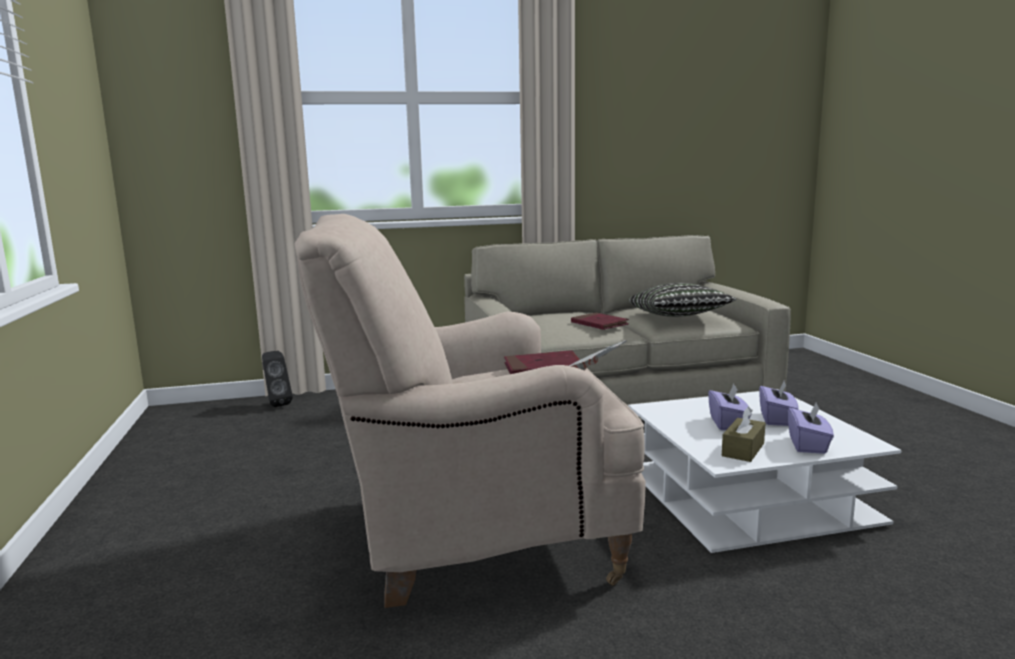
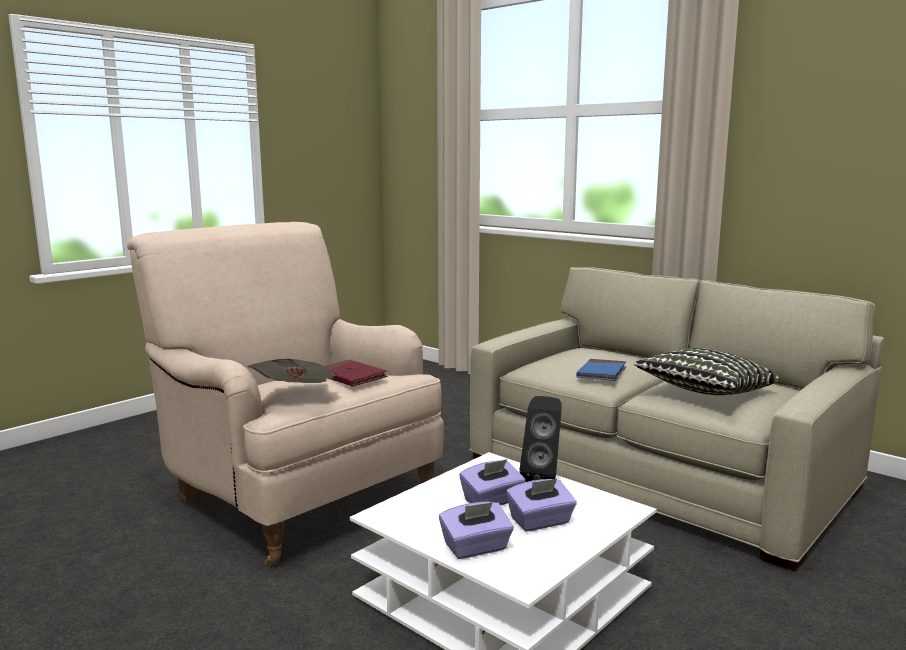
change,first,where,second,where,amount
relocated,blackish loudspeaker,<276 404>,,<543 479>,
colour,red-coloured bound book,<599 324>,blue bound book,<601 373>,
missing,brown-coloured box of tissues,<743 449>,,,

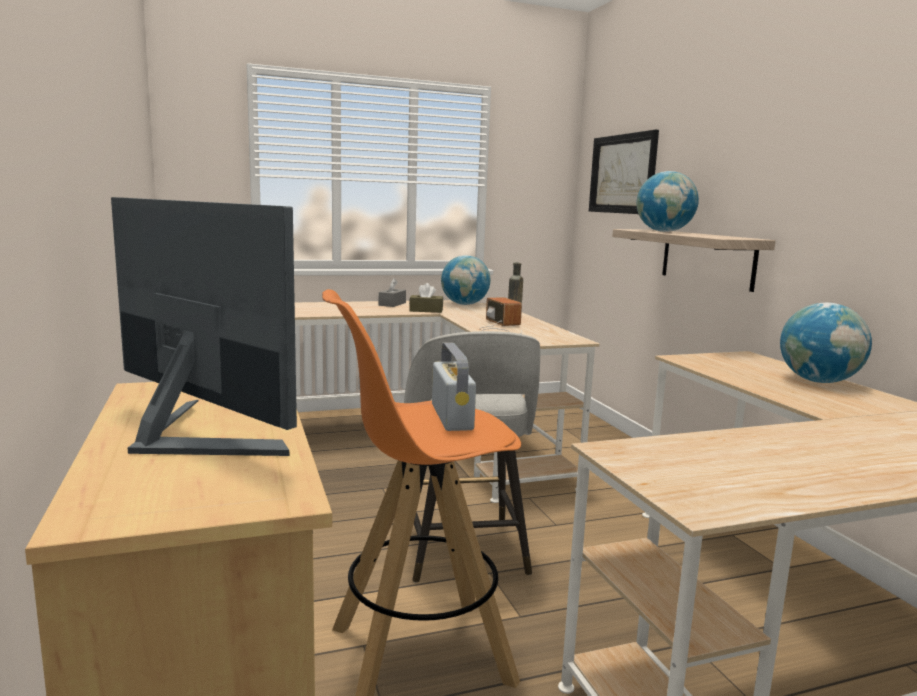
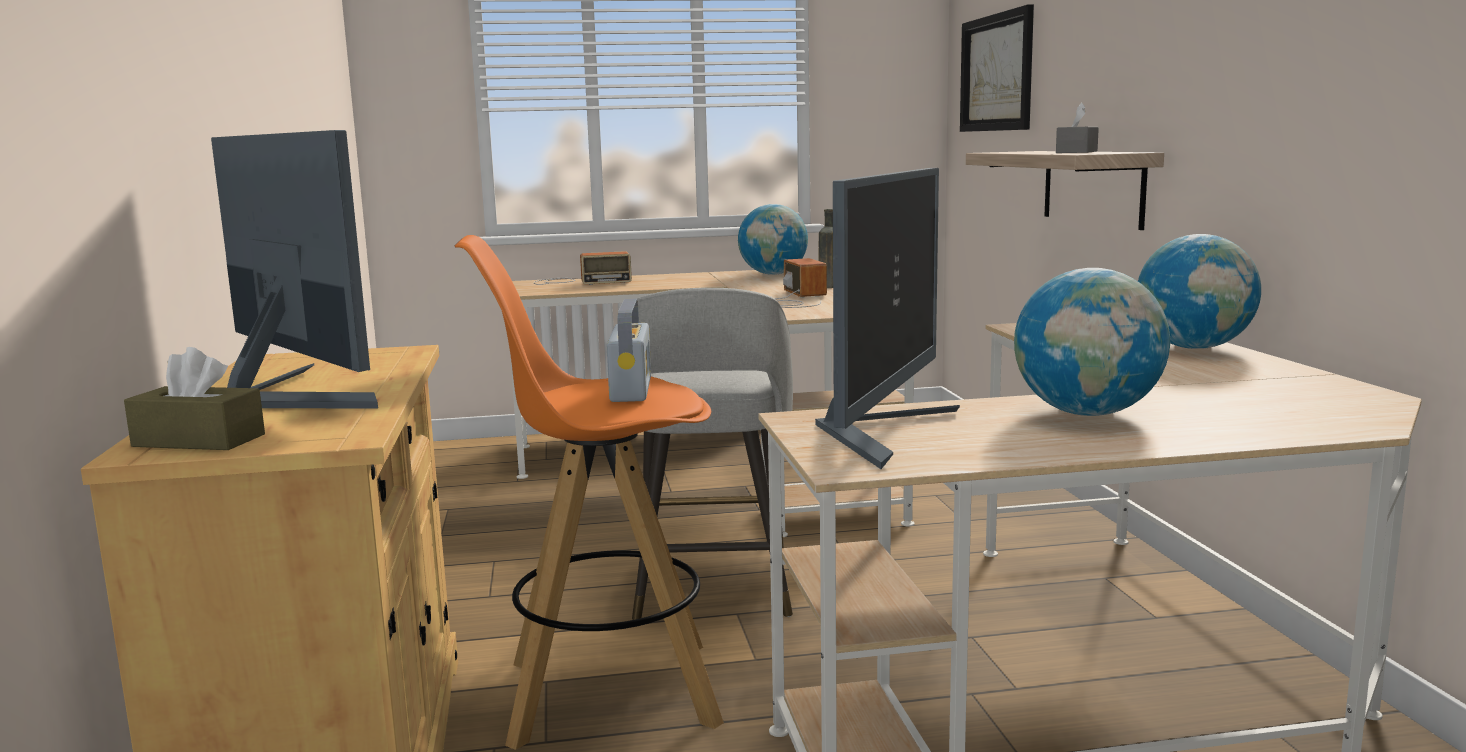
change,first,where,second,where,amount
relocated,gray box of tissues,<392 304>,,<1076 152>,
relocated,brown-coloured box of tissues,<426 310>,,<199 440>,
relocated,world globe,<664 231>,,<1087 413>,
appeared,,,radio,<579 282>,
appeared,,,computer display,<879 431>,

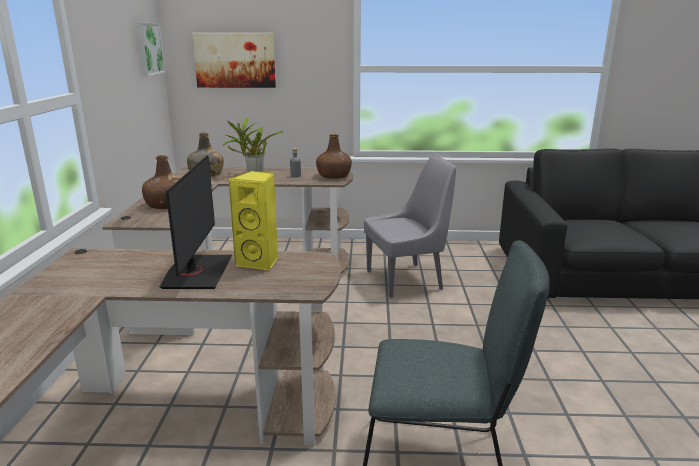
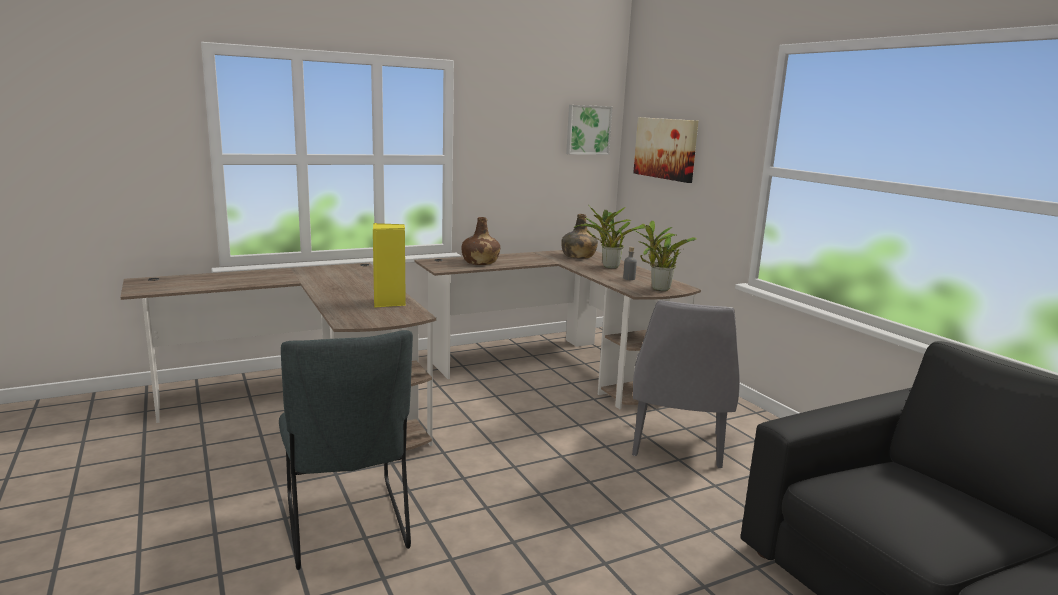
change,first,where,second,where,amount
missing,computer display,<197 272>,,,
exchanged,brown-coloured drink bottle,<334 176>,houseplant,<658 289>,
spun,gray upright chair,<407 279>,,<677 446>,60 degrees clockwise

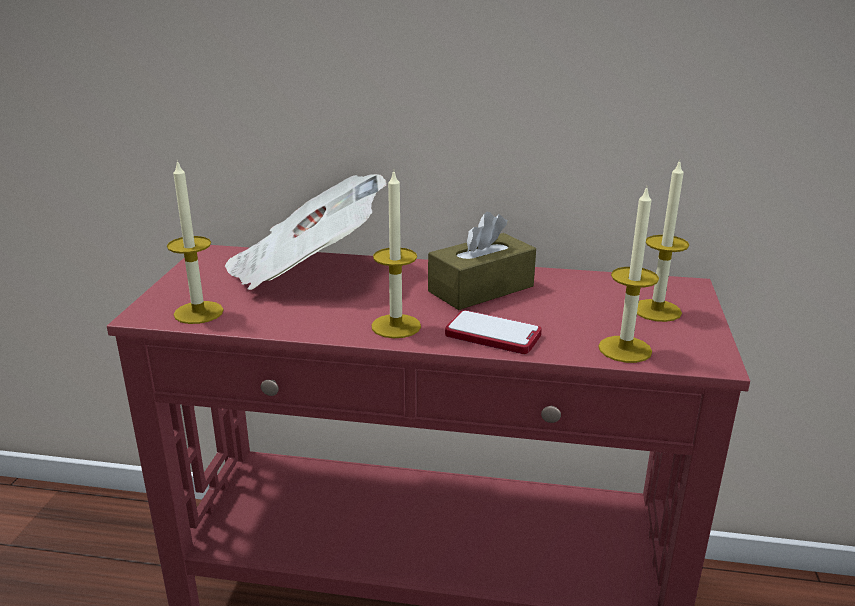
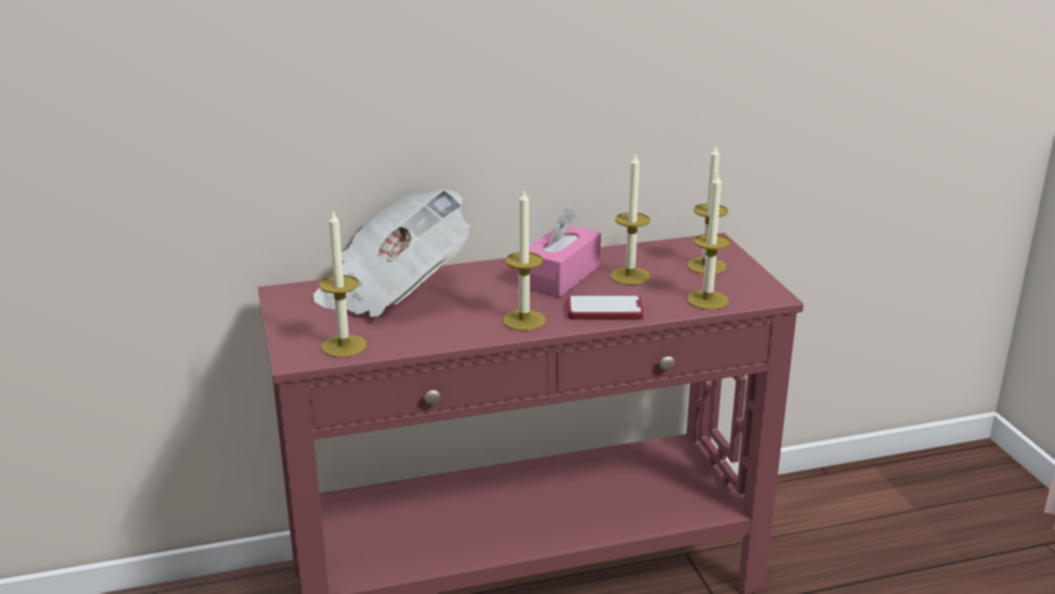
change,first,where,second,where,amount
colour,brown-coloured box of tissues,<481 289>,pinkish box of tissues,<560 276>,
appeared,,,wax candle,<630 276>,

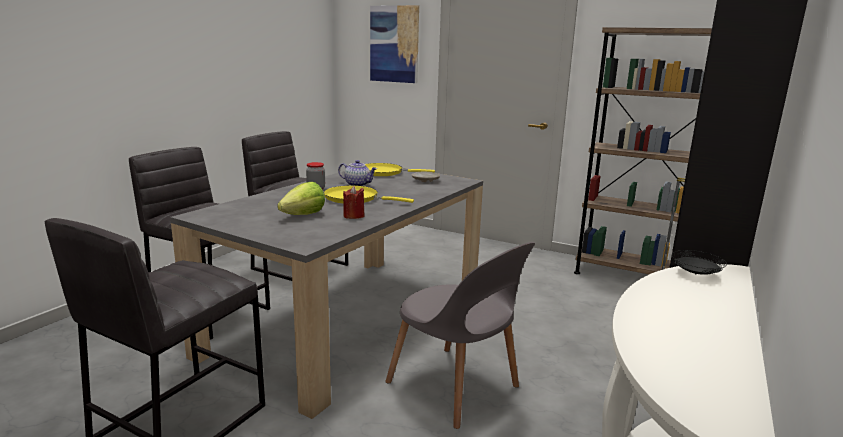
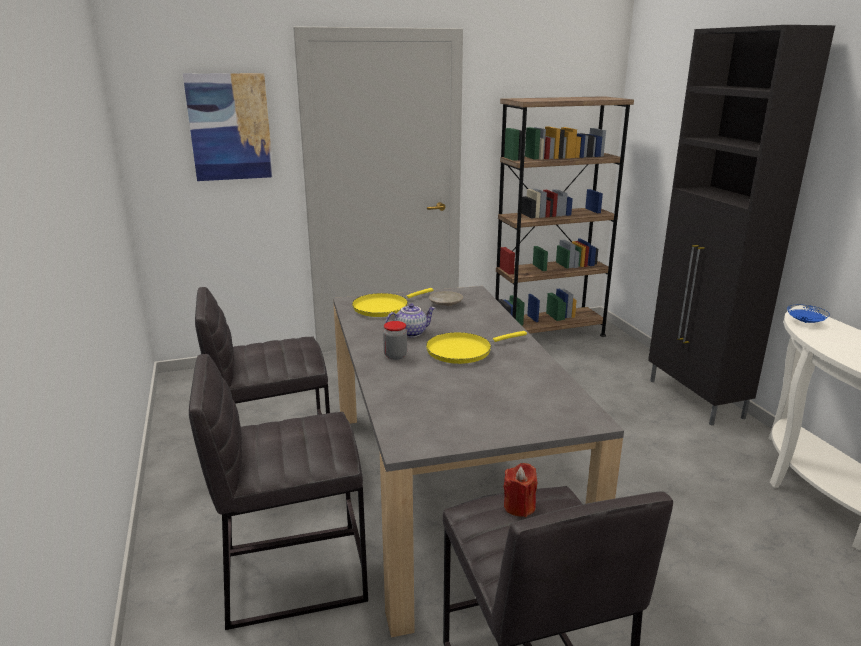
change,first,where,second,where,amount
missing,head of lettuce,<303 215>,,,
relocated,red-coloured wax candle,<353 216>,,<519 506>,
missing,gray upright chair,<456 387>,,,
colour,blackish flat dish,<695 274>,blue flat dish,<805 323>,

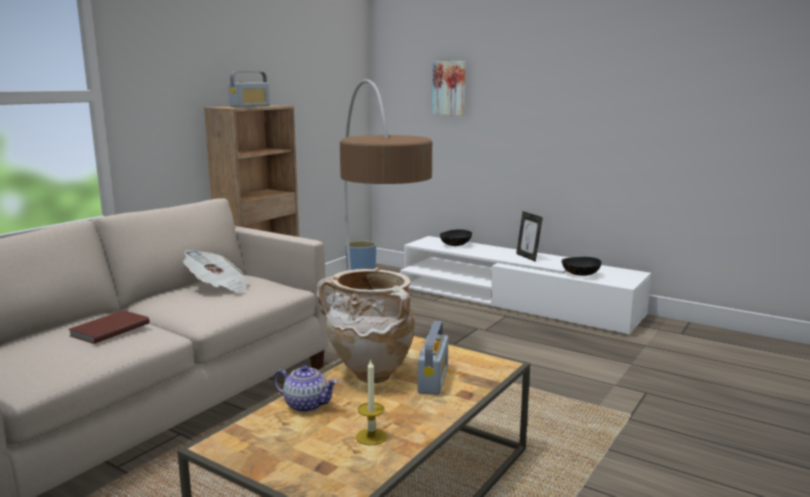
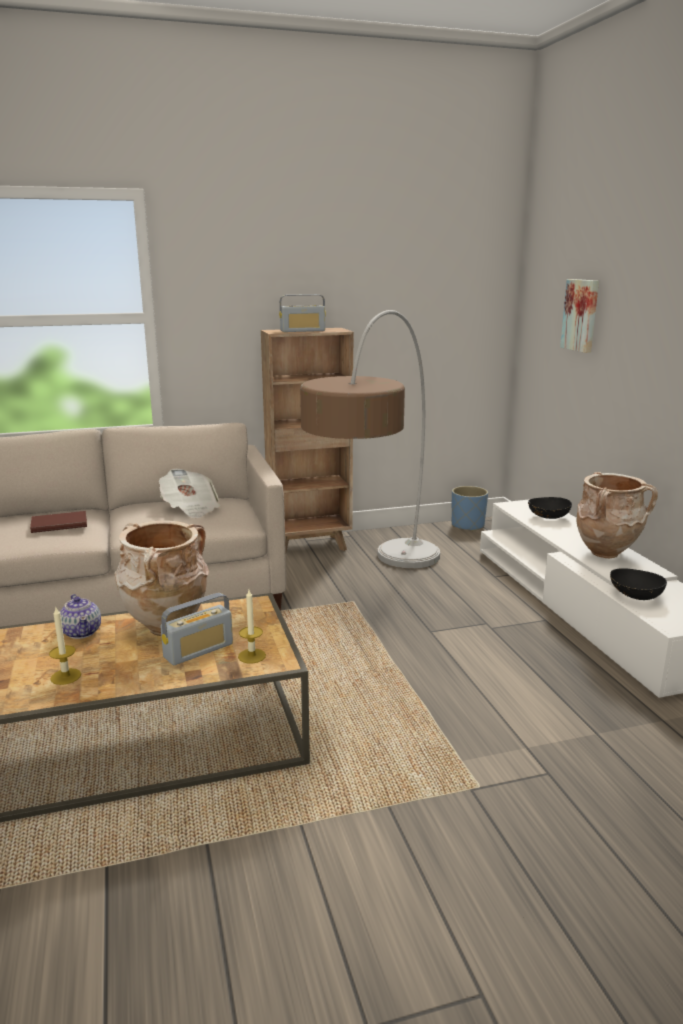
change,first,where,second,where,amount
exchanged,picture frame,<528 257>,beige vase,<606 554>,
appeared,,,wax candle,<252 656>,

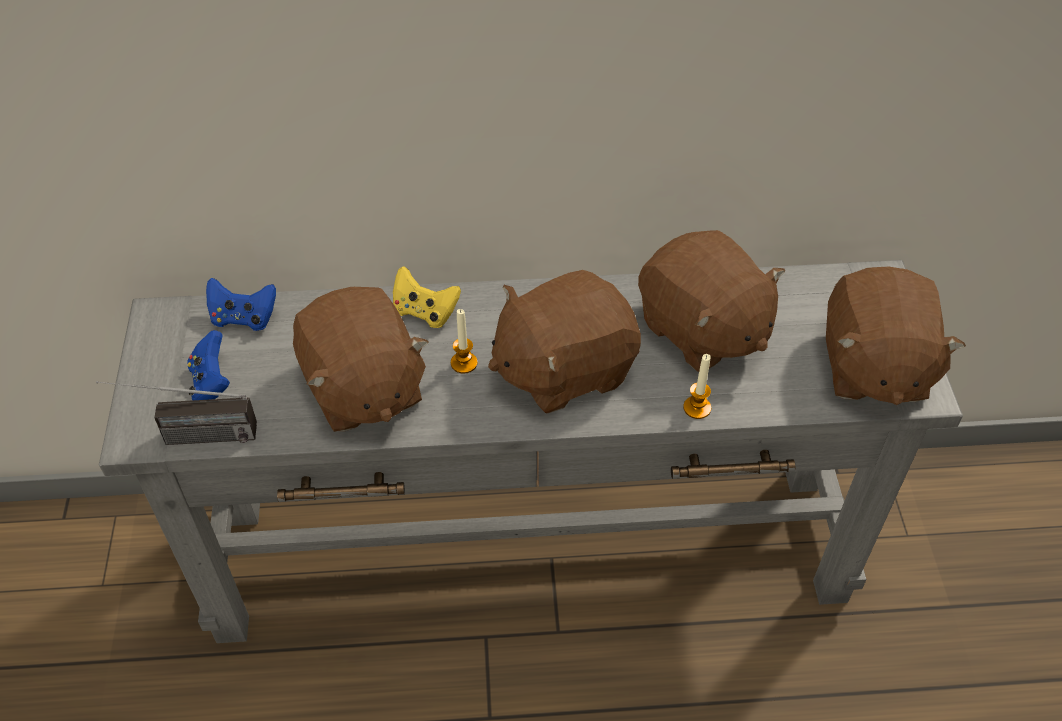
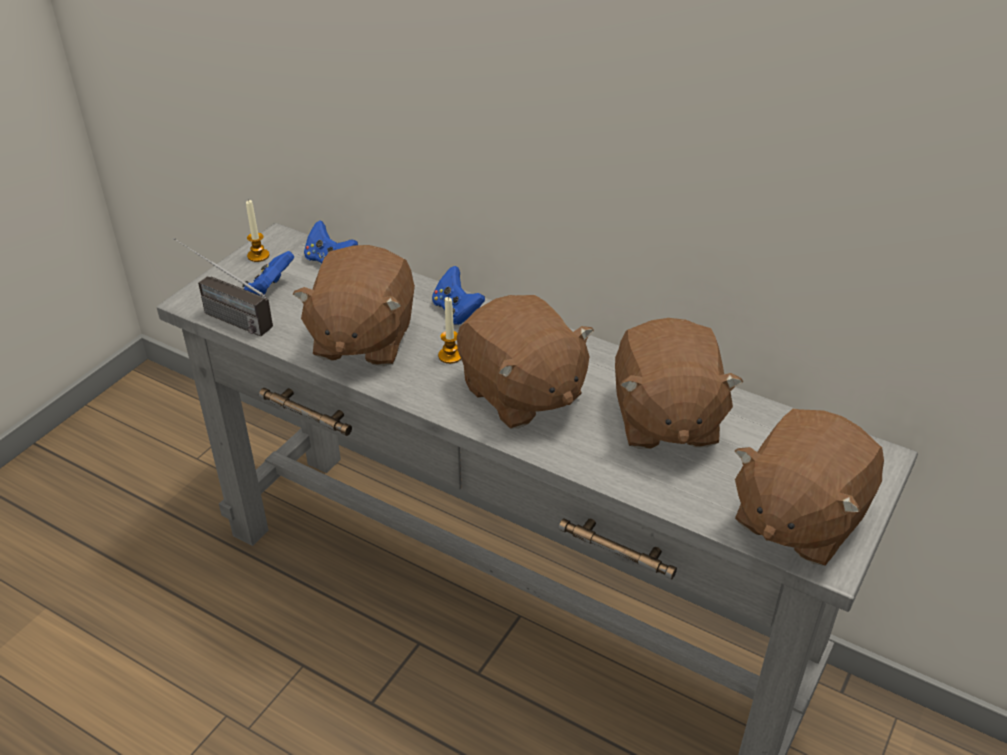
change,first,where,second,where,amount
colour,yellow gamepad,<425 312>,blue gamepad,<456 311>,
spun,brown-coloured plush toy,<563 369>,,<521 394>,135 degrees counterclockwise
relocated,wax candle,<697 408>,,<258 256>,

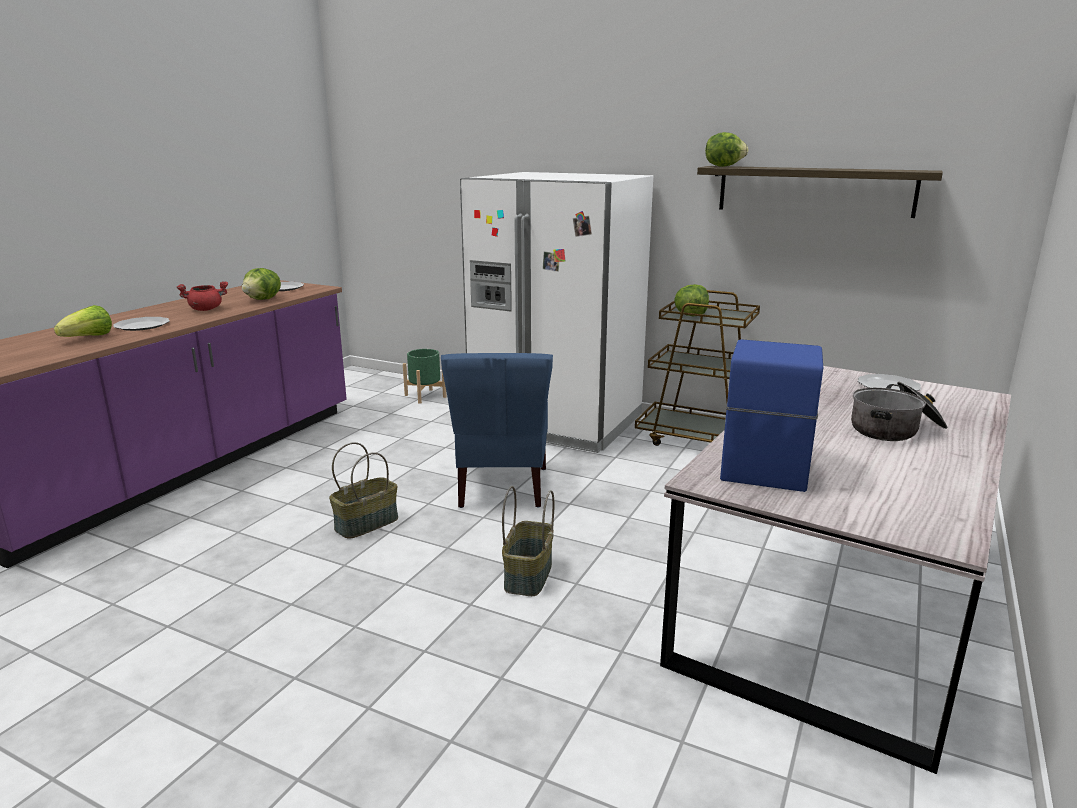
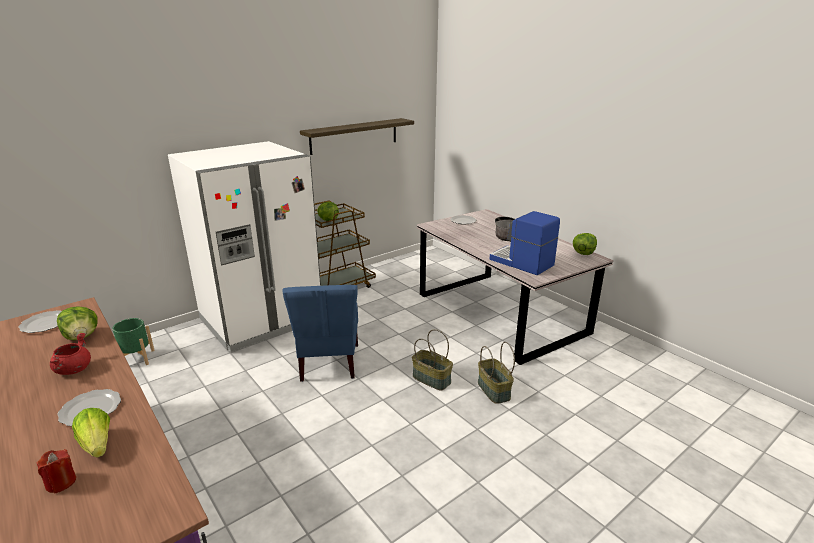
change,first,where,second,where,amount
relocated,basket,<366 523>,,<493 390>,
spun,blue upright chair,<501 488>,,<328 363>,60 degrees clockwise
relocated,head of lettuce,<723 166>,,<583 253>,
appeared,,,red-coloured wax candle,<61 482>,

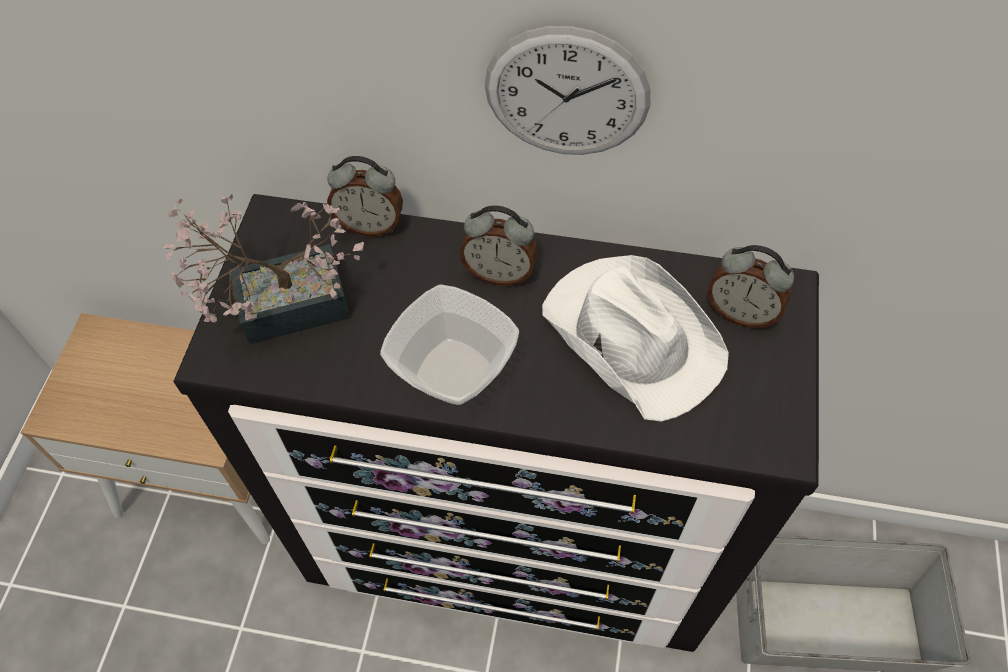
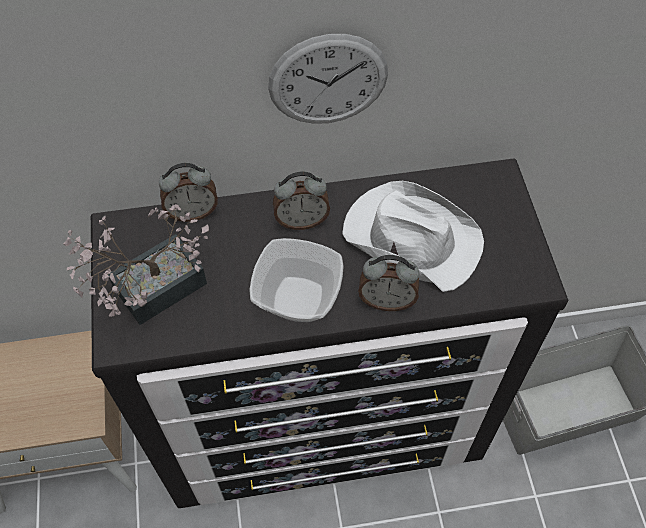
change,first,where,second,where,amount
relocated,table clock,<741 312>,,<387 300>,

